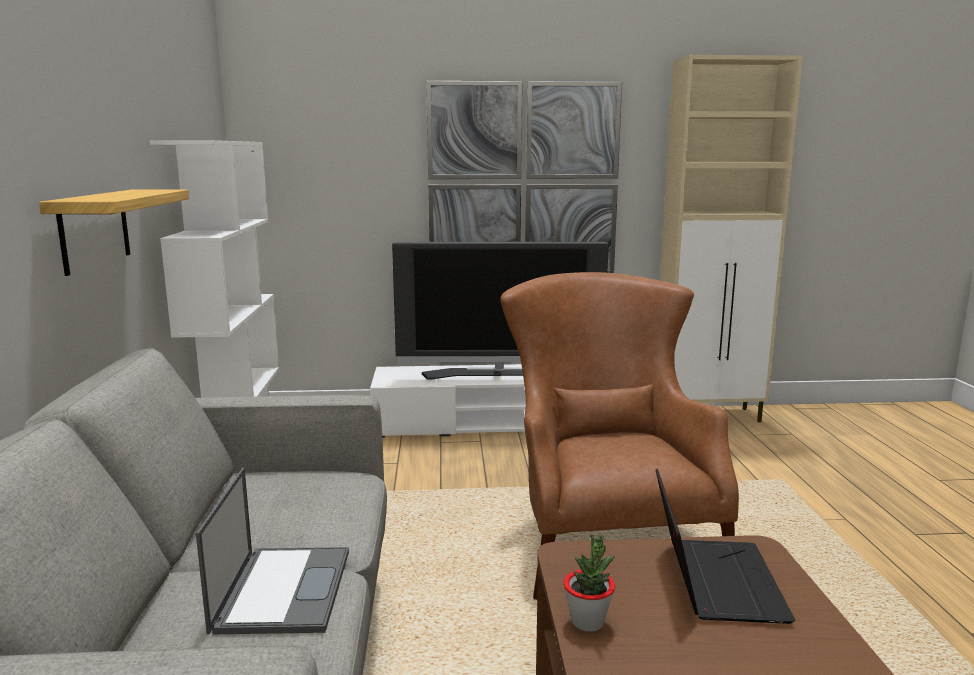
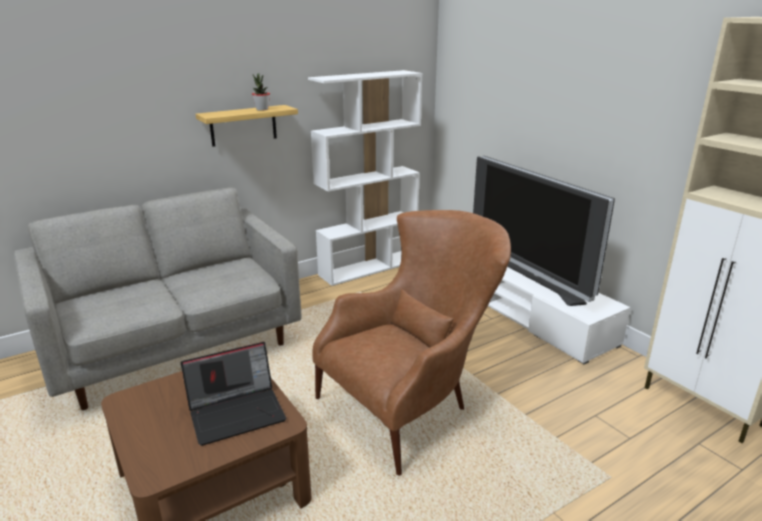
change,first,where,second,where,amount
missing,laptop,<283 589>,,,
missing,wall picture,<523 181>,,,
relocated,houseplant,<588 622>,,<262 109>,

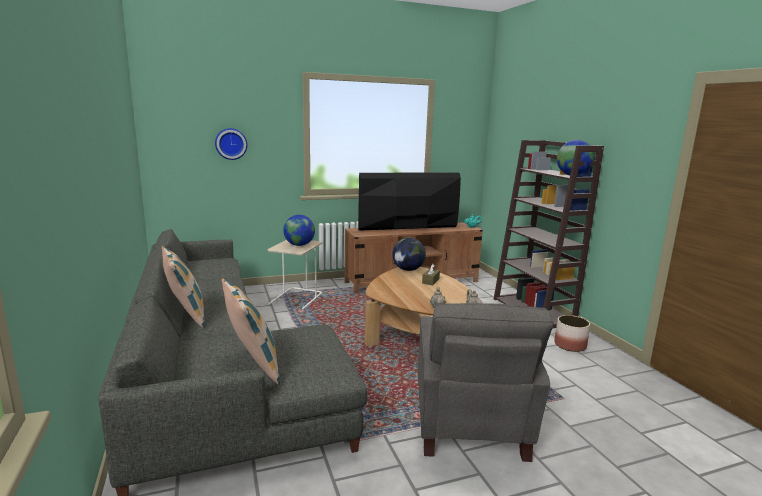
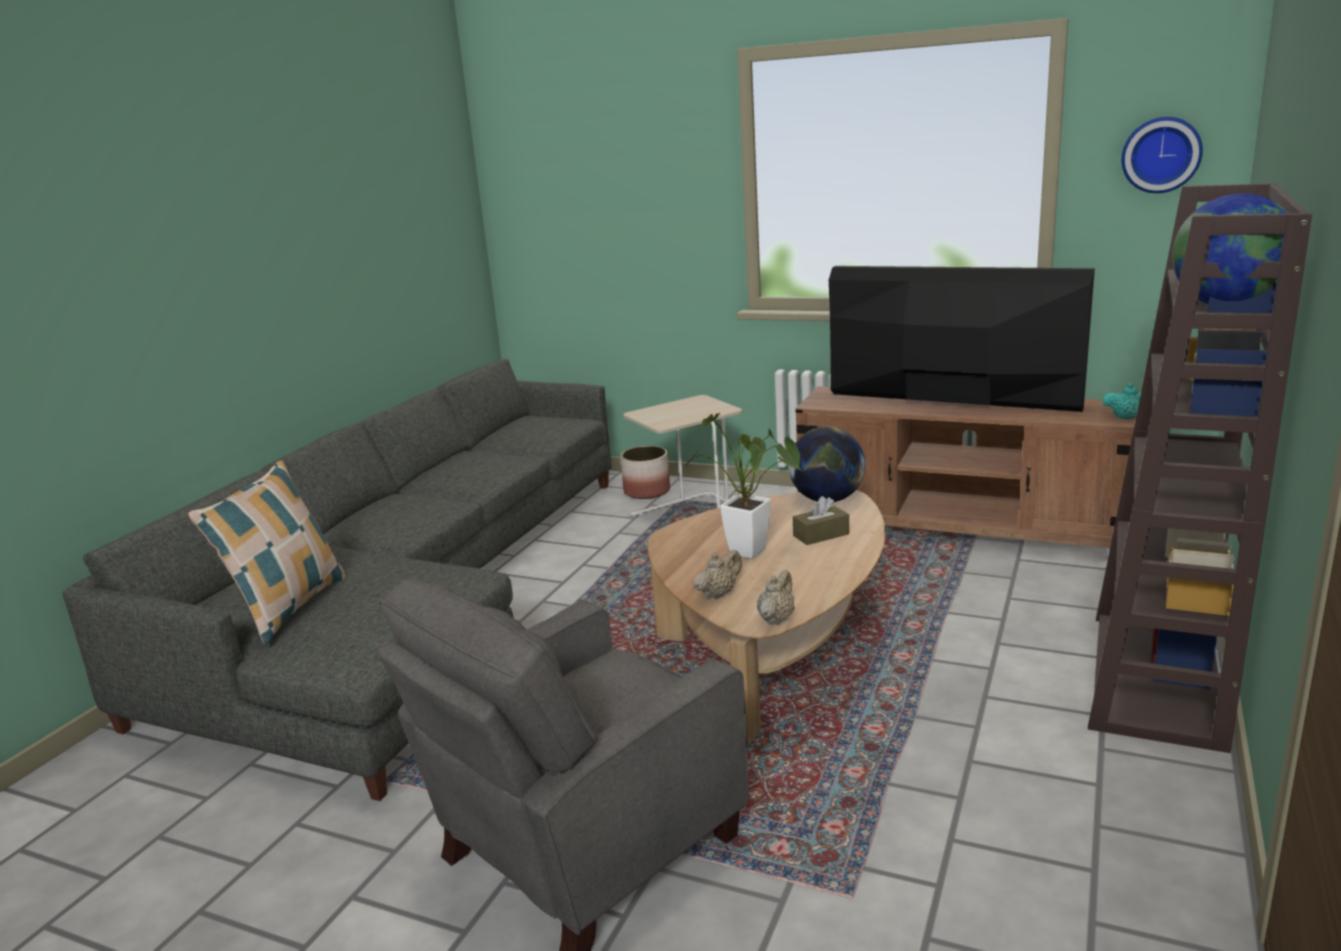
change,first,where,second,where,amount
missing,cushion,<186 317>,,,
relocated,hanging clock,<231 143>,,<1161 155>,
missing,world globe,<299 245>,,,
relocated,planter,<570 345>,,<646 491>,
appeared,,,houseplant,<754 553>,

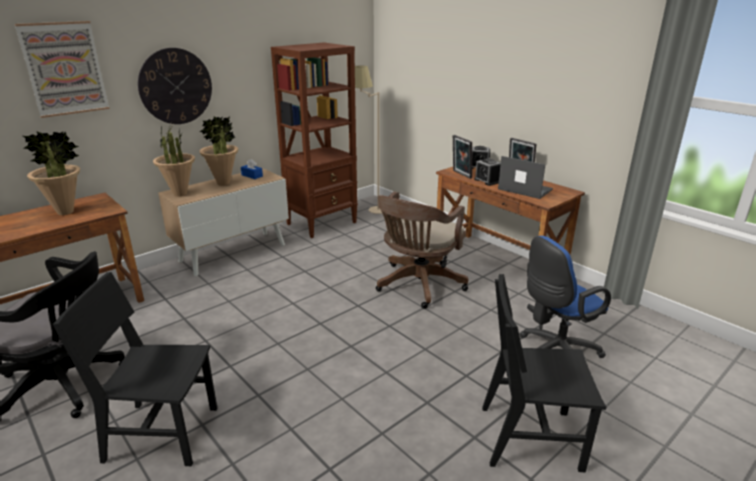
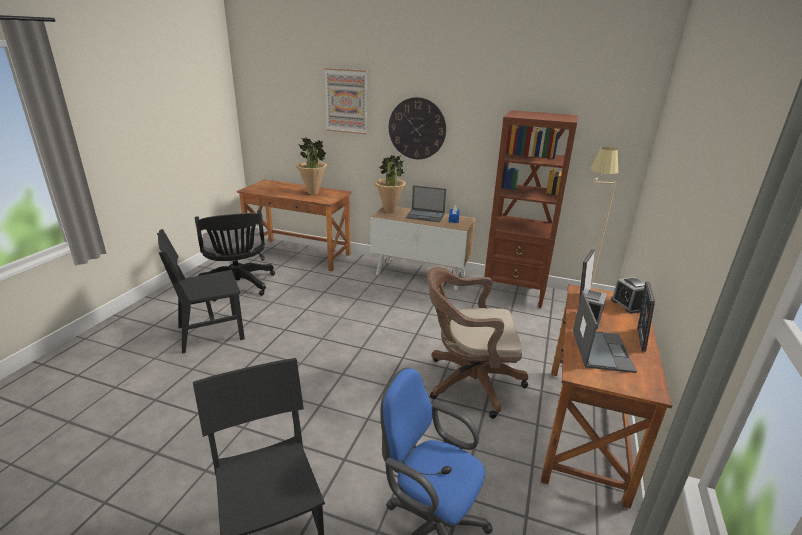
change,first,where,second,where,amount
spun,blackish upright chair,<162 433>,,<210 332>,90 degrees counterclockwise
exchanged,houseplant,<223 183>,laptop,<425 216>,

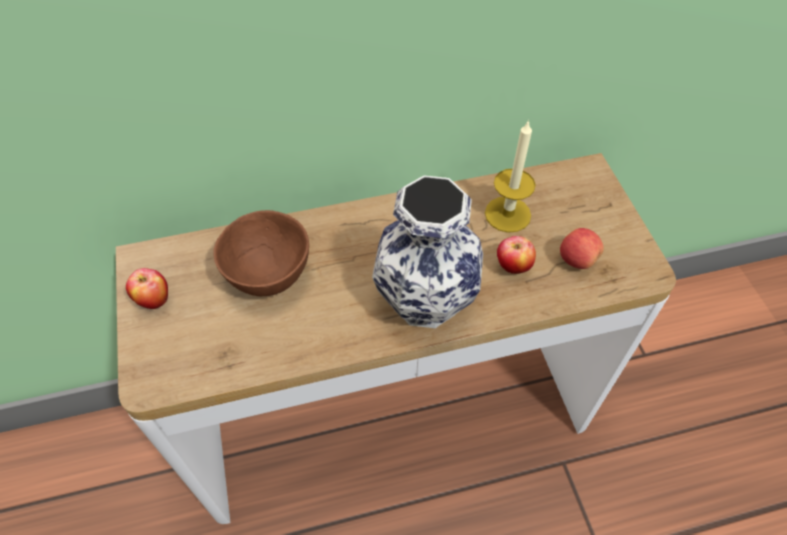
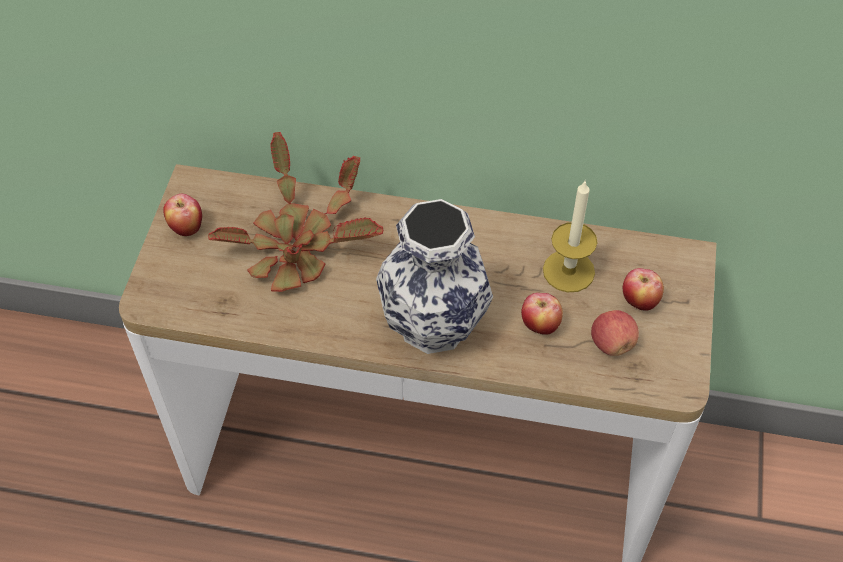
change,first,where,second,where,amount
exchanged,brown-coloured serving bowl,<268 276>,houseplant,<298 245>,
appeared,,,whole apple,<639 302>,

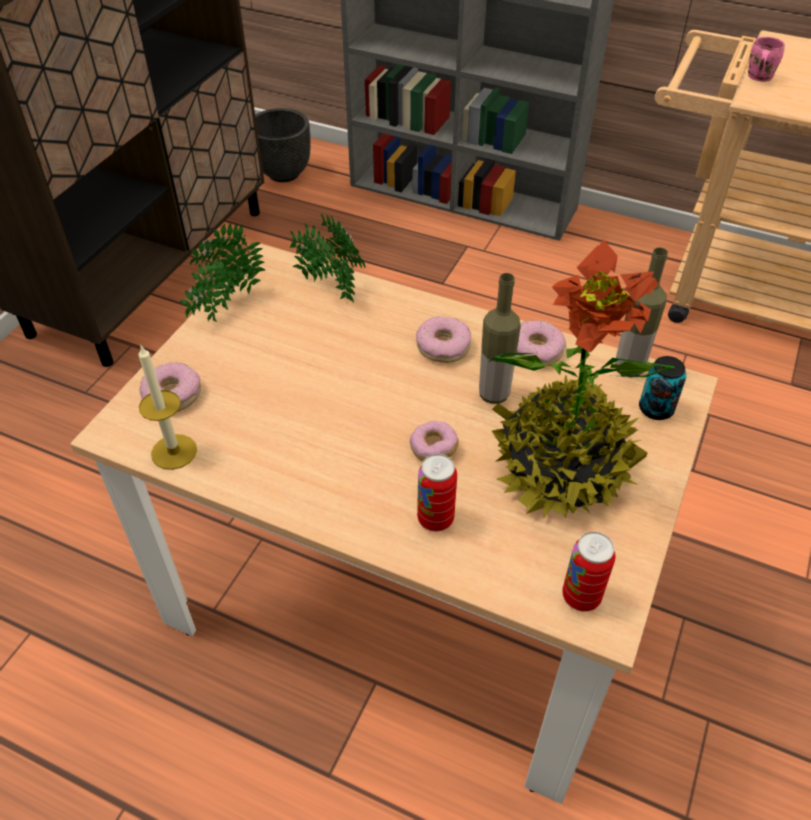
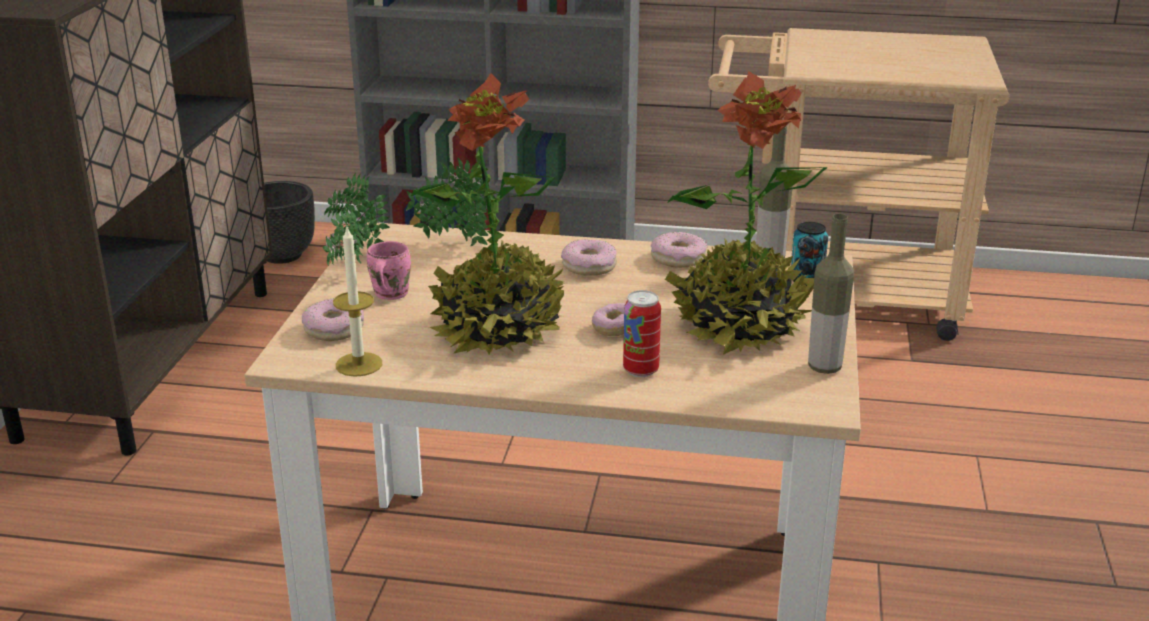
change,first,where,second,where,amount
relocated,drink bottle,<494 394>,,<824 367>,
missing,sealed can,<581 596>,,,
relocated,pinkish mug,<757 77>,,<388 294>,
appeared,,,houseplant,<498 328>,

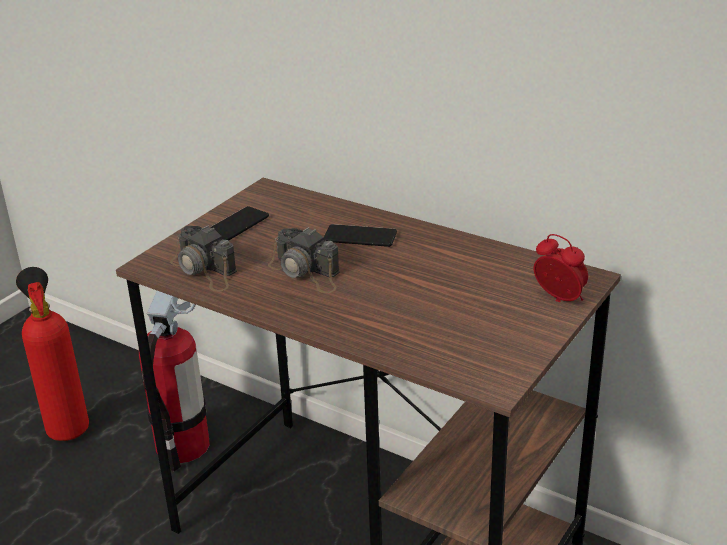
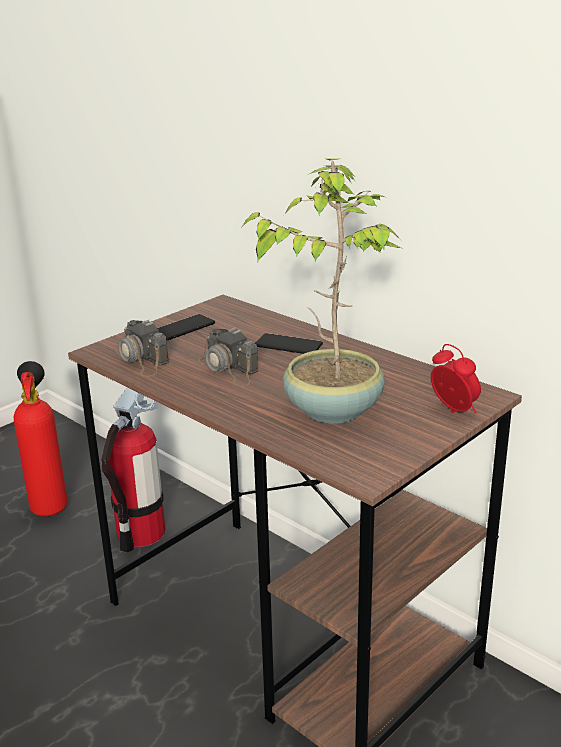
change,first,where,second,where,amount
appeared,,,houseplant,<332 408>,

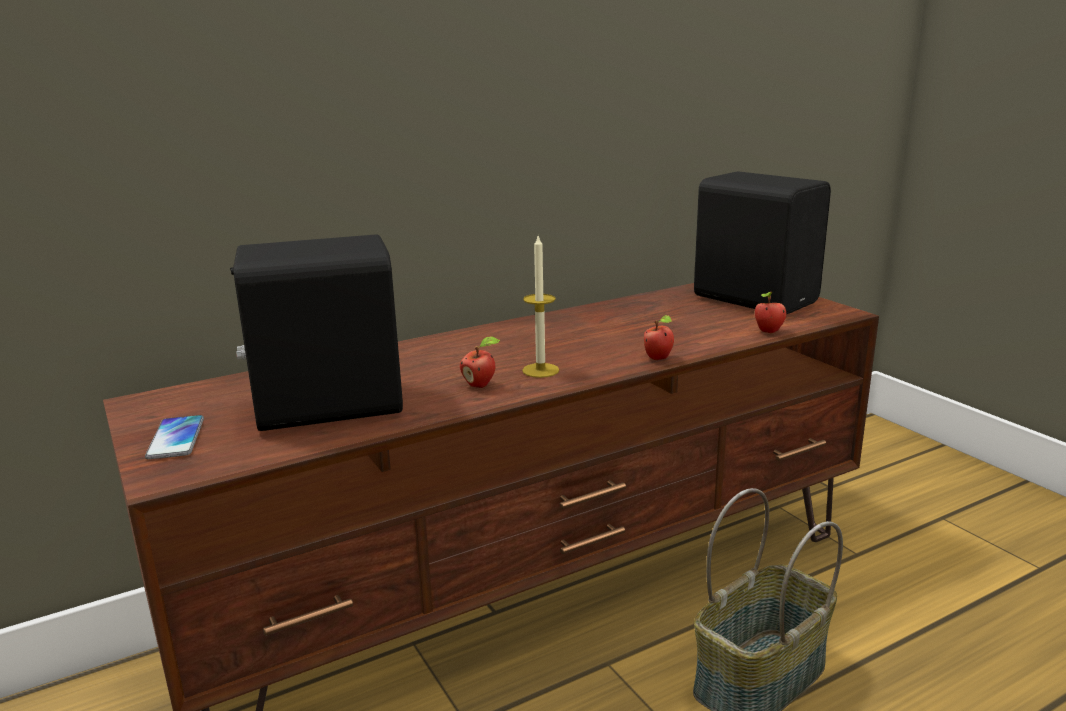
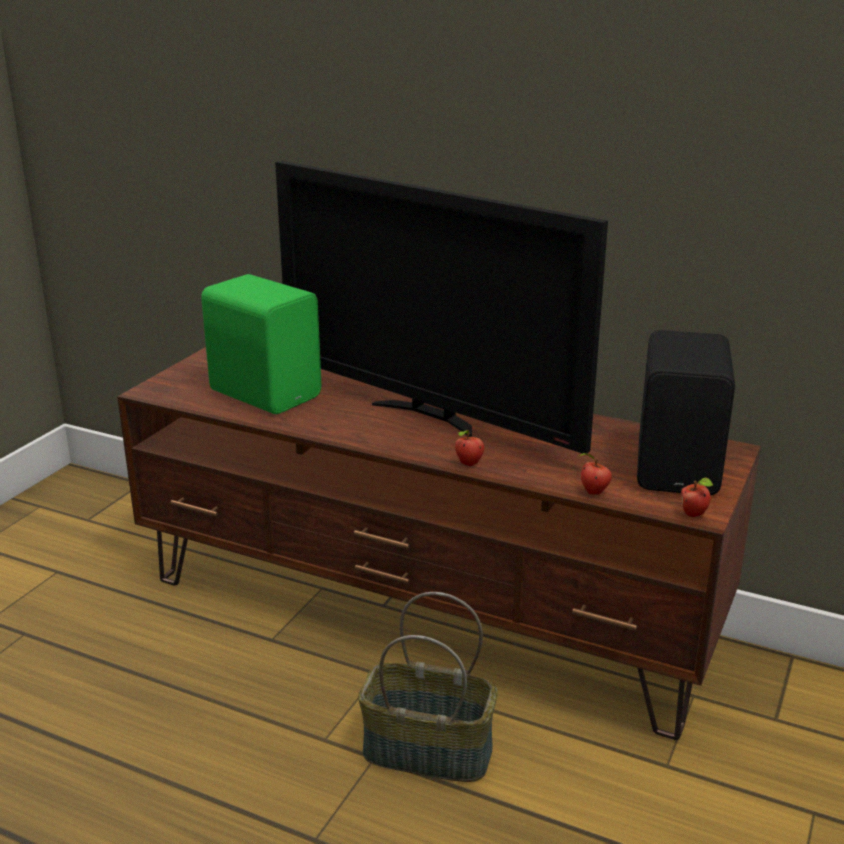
change,first,where,second,where,amount
missing,handset,<176 438>,,,
colour,blackish loudspeaker,<326 405>,green-coloured loudspeaker,<266 393>,
relocated,whole apple,<481 385>,,<694 514>,
missing,wax candle,<540 370>,,,
appeared,,,TV set,<428 416>,

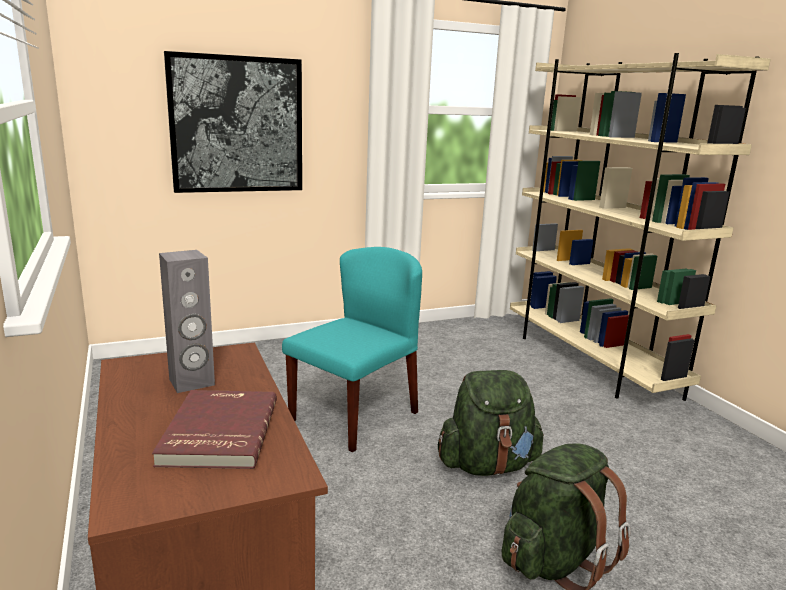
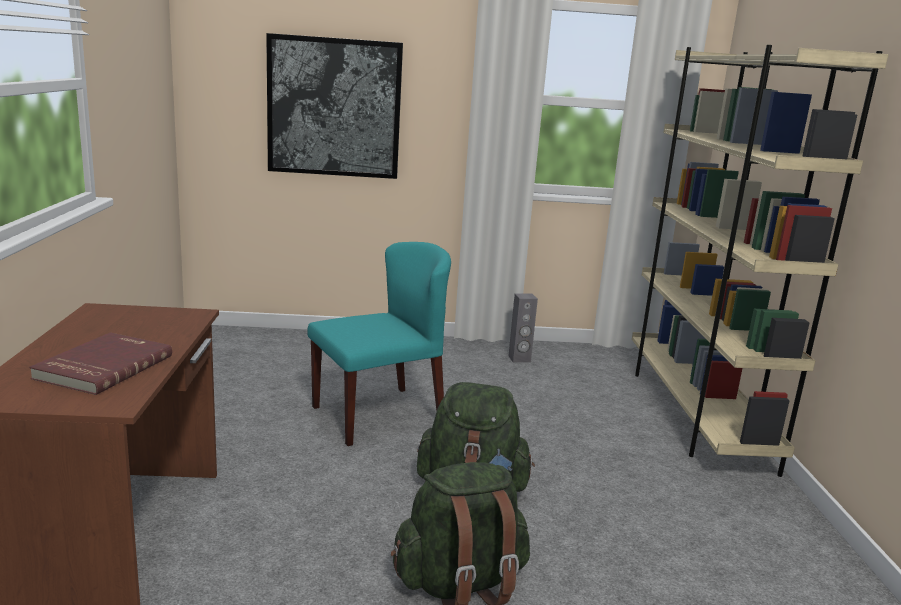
change,first,where,second,where,amount
relocated,gray loudspeaker,<192 382>,,<519 359>,

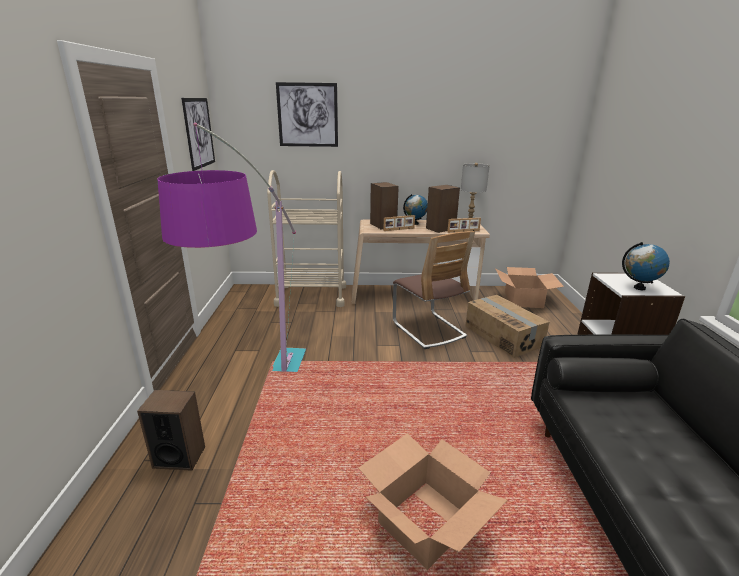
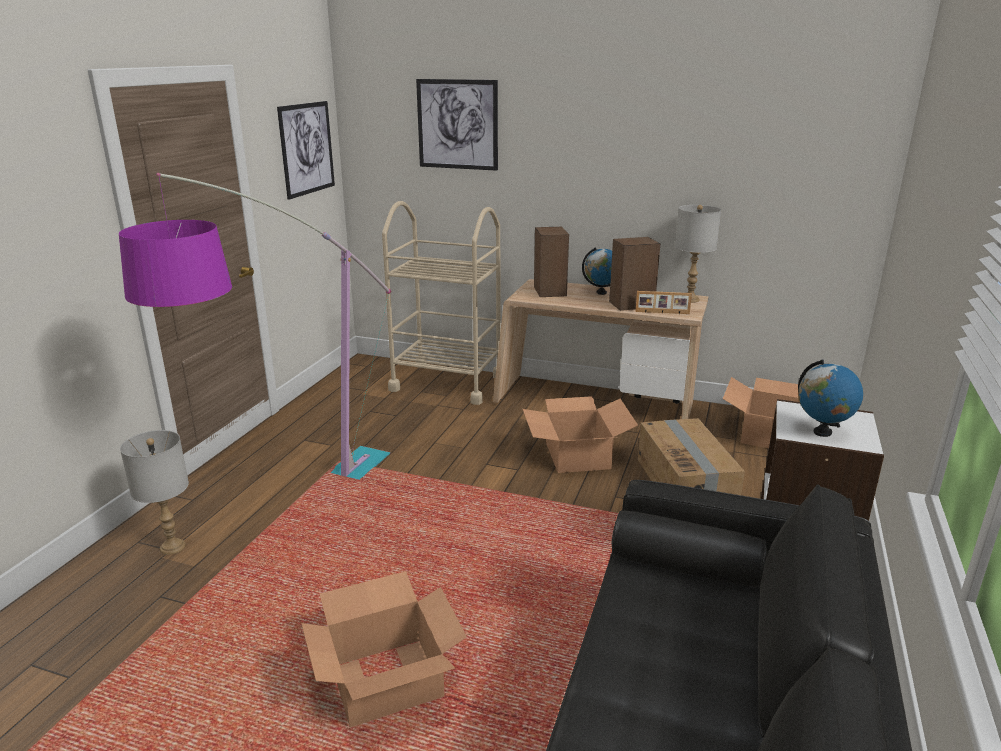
change,first,where,second,where,amount
exchanged,loudspeaker,<179 457>,gray table lamp,<173 547>,
missing,picture frame,<399 229>,,,
exchanged,upright chair,<428 330>,cardboard box,<576 456>,

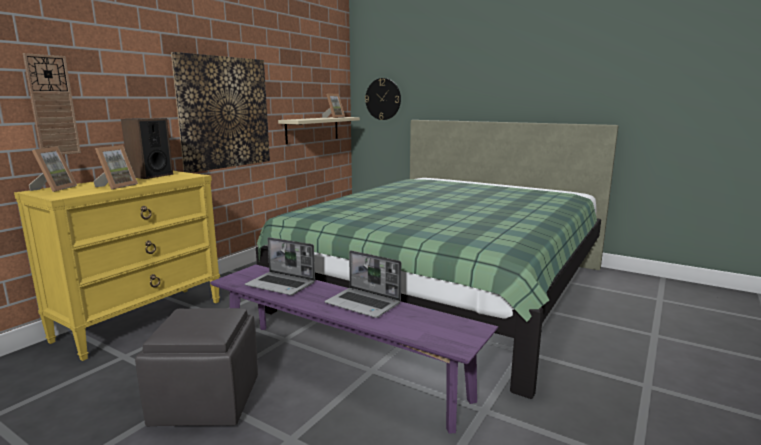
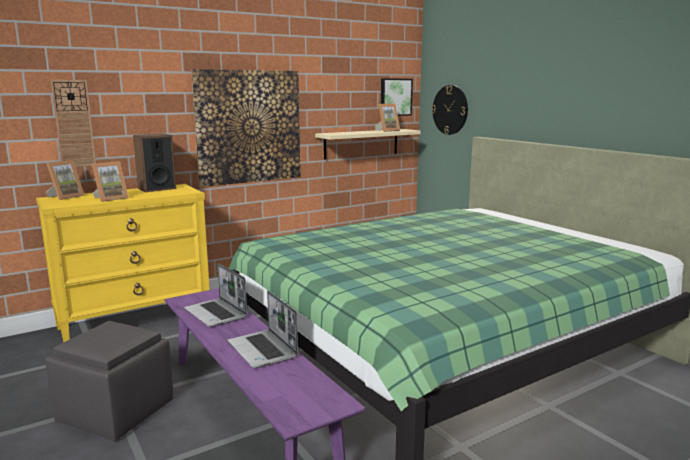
change,first,where,second,where,amount
appeared,,,wall picture,<395 97>,

